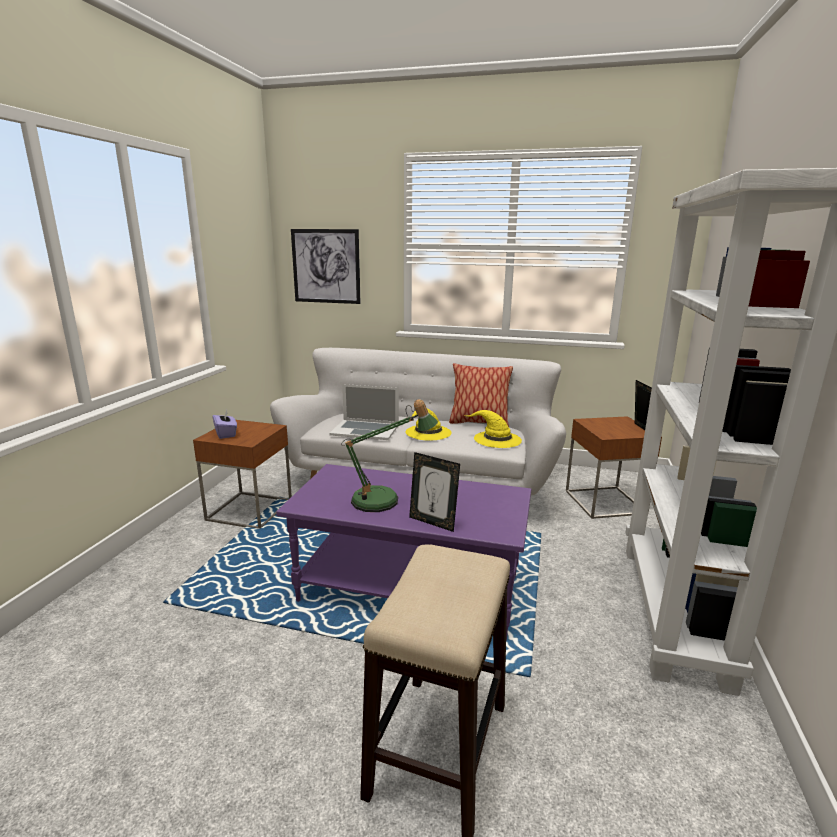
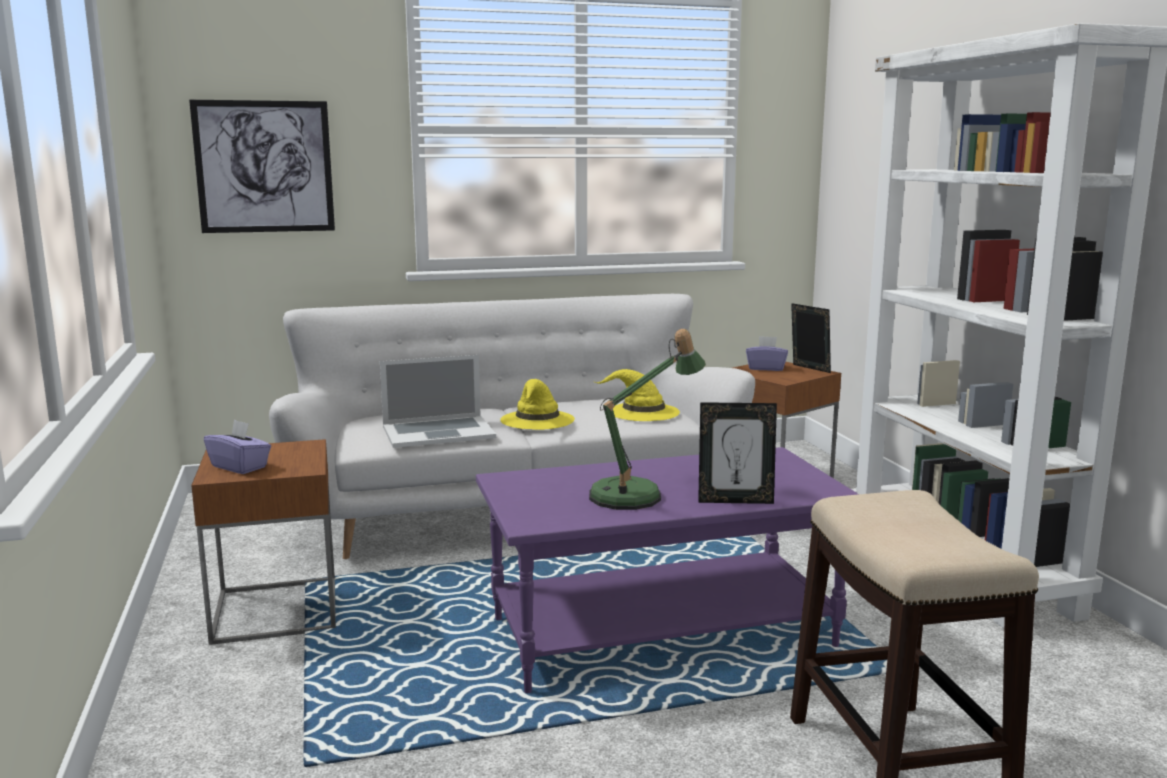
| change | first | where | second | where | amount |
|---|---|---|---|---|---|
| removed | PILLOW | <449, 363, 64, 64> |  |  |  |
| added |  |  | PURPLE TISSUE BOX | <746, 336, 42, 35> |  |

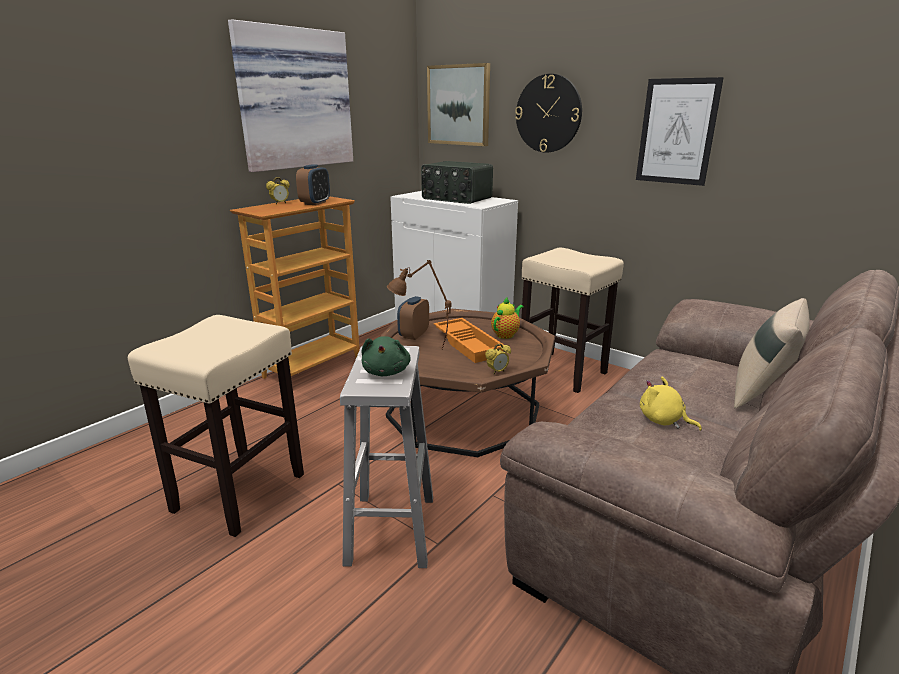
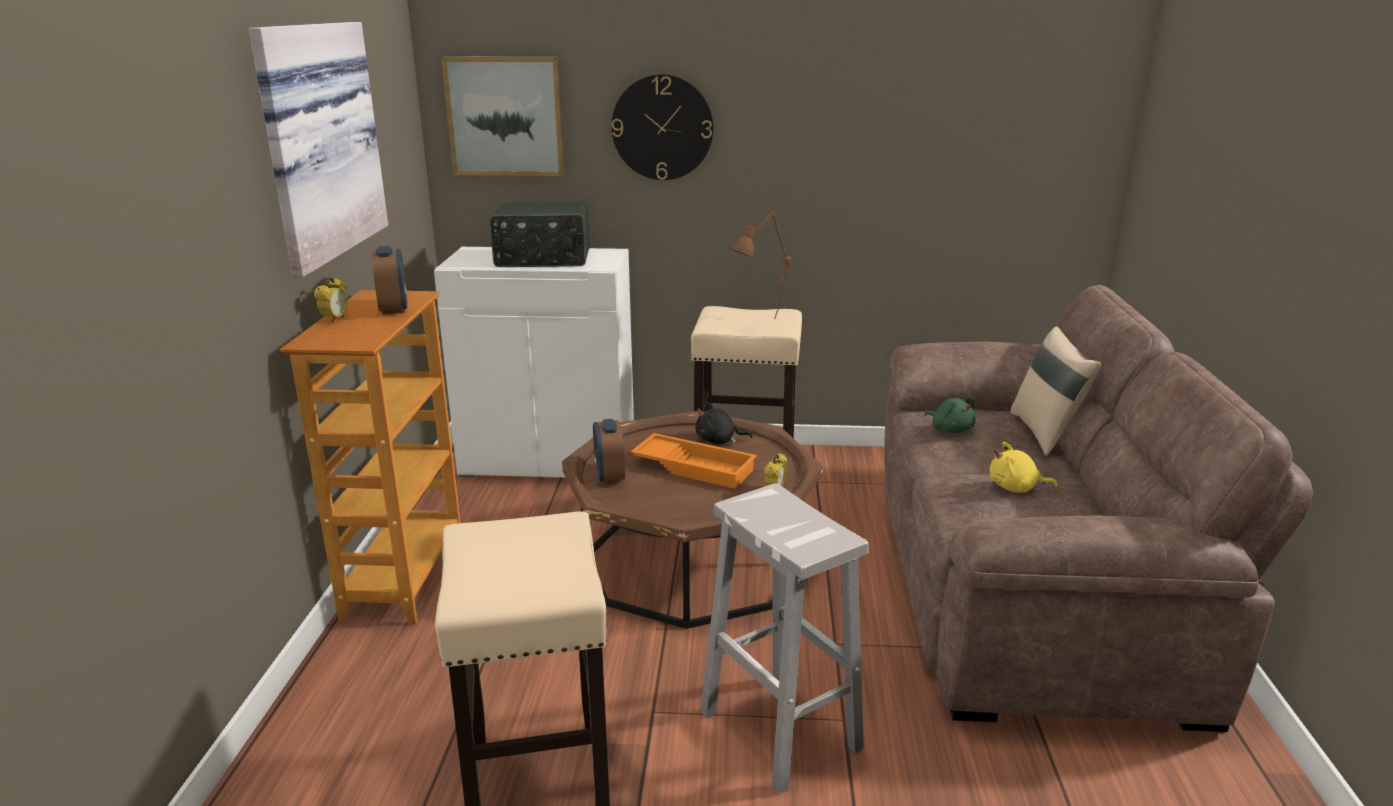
| change | first | where | second | where | amount |
|---|---|---|---|---|---|
| moved | GREEN PLUSH TOY | <362, 336, 49, 40> |  | <925, 397, 51, 36> |  |
| moved | BROWN TABLE LAMP | <387, 260, 64, 90> |  | <731, 211, 60, 108> |  |
| replaced | TEAPOT | <491, 298, 33, 41> | BLACK PLUSH TOY | <696, 402, 56, 42> |  |
| removed | PICTURE | <636, 77, 88, 109> |  |  |  |

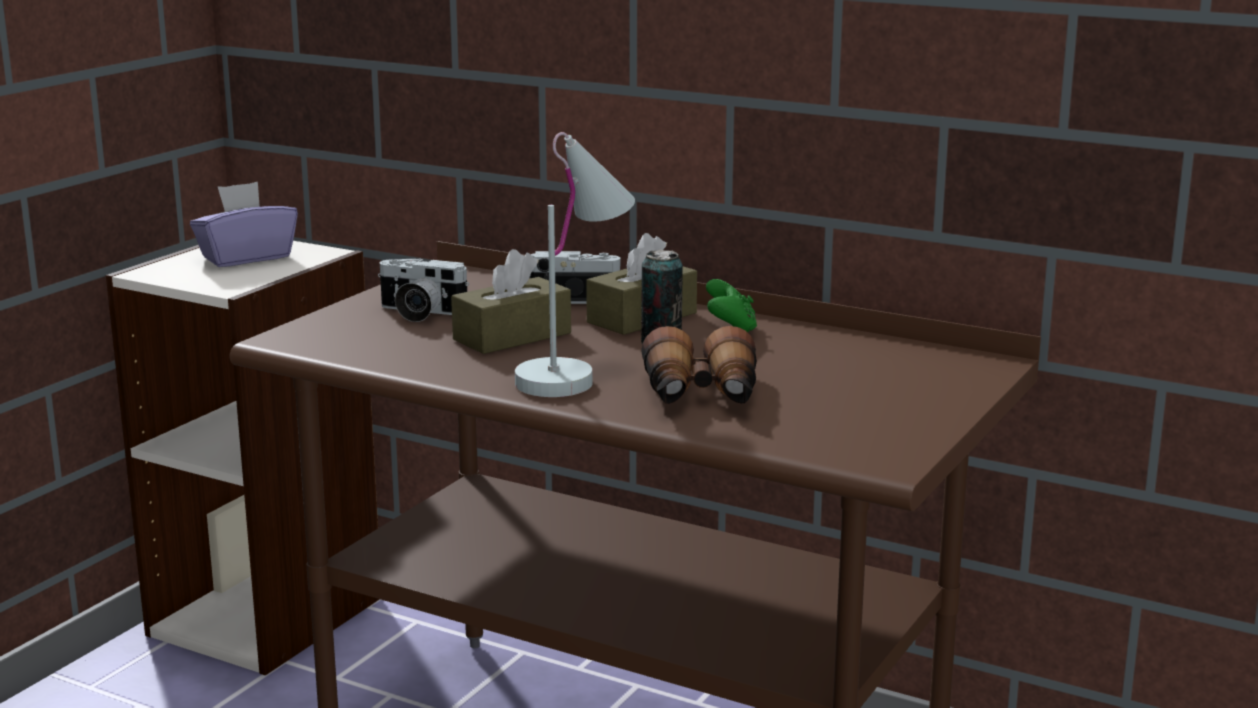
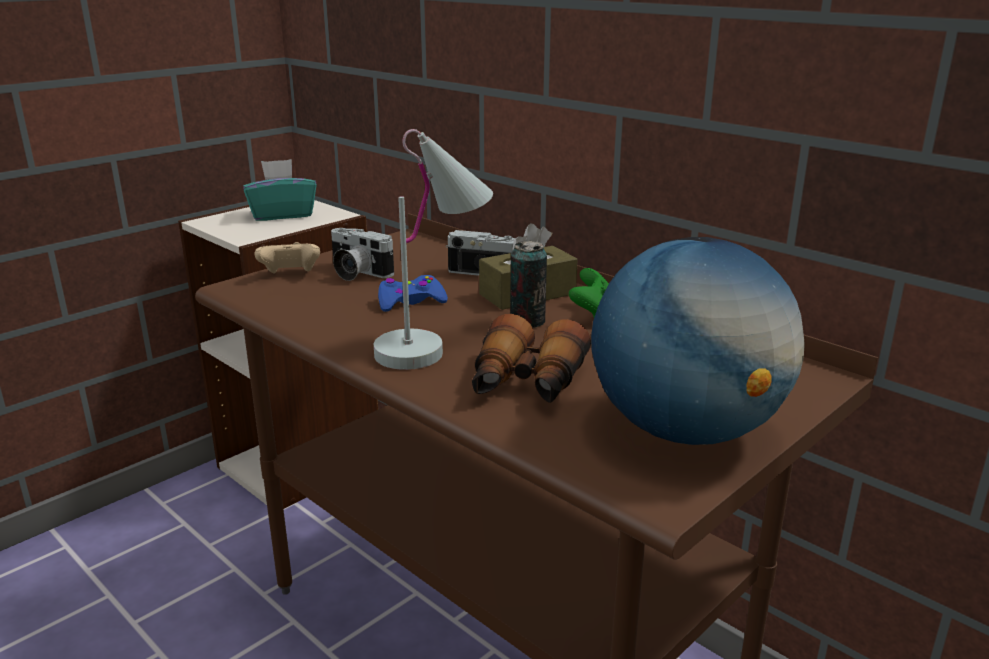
| change | first | where | second | where | amount |
|---|---|---|---|---|---|
| recoloured | PURPLE TISSUE BOX | <190, 182, 108, 85> | TURQUOISE TISSUE BOX | <243, 159, 74, 62> |  |
| replaced | BROWN TISSUE BOX | <451, 249, 120, 105> | BLUE GAME CONTROLLER | <378, 275, 70, 37> |  |
| added |  |  | BEIGE GAME CONTROLLER | <254, 242, 66, 31> |  |
| added |  |  | GLOBE | <591, 237, 214, 208> |  |

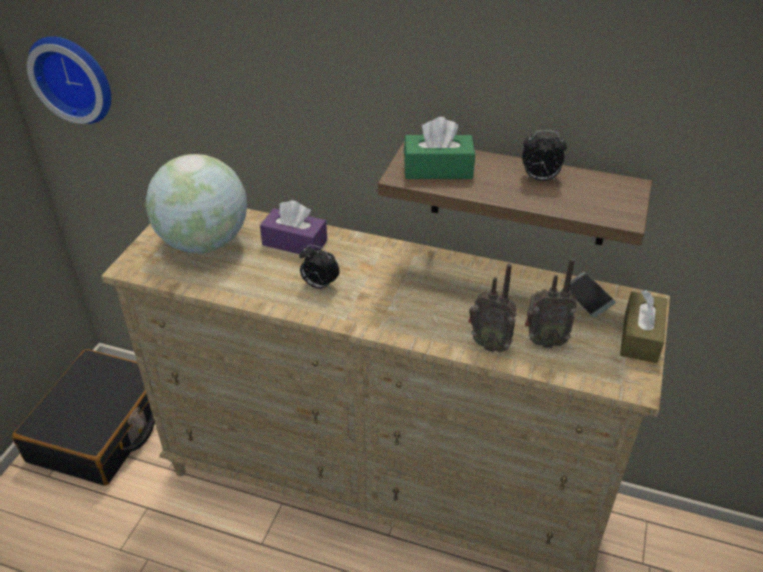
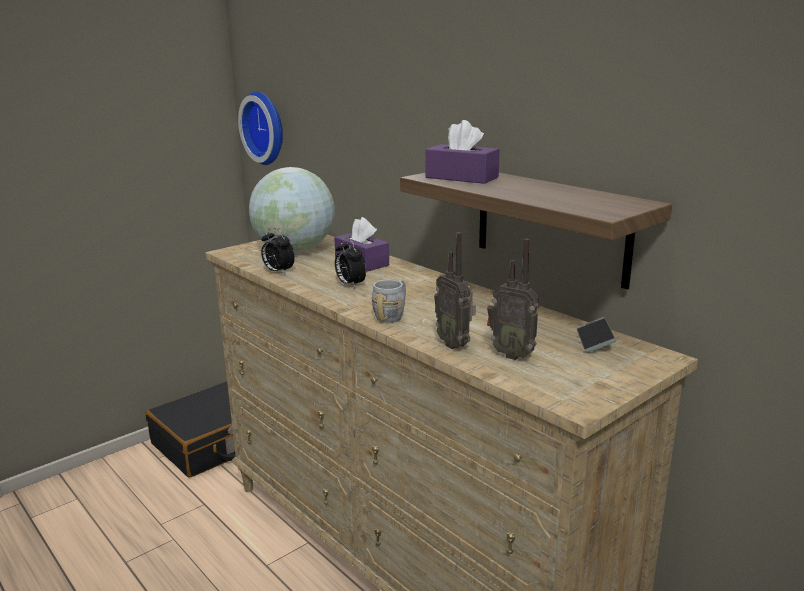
| change | first | where | second | where | amount |
|---|---|---|---|---|---|
| recoloured | GREEN TISSUE BOX | <404, 117, 71, 62> | PURPLE TISSUE BOX | <425, 120, 75, 64> |  |
| moved | ALARM CLOCK | <522, 130, 45, 51> |  | <261, 228, 34, 47> |  |
| removed | BROWN TISSUE BOX | <620, 290, 47, 73> |  |  |  |
| added |  |  | GREY MUG | <372, 279, 34, 44> |  |

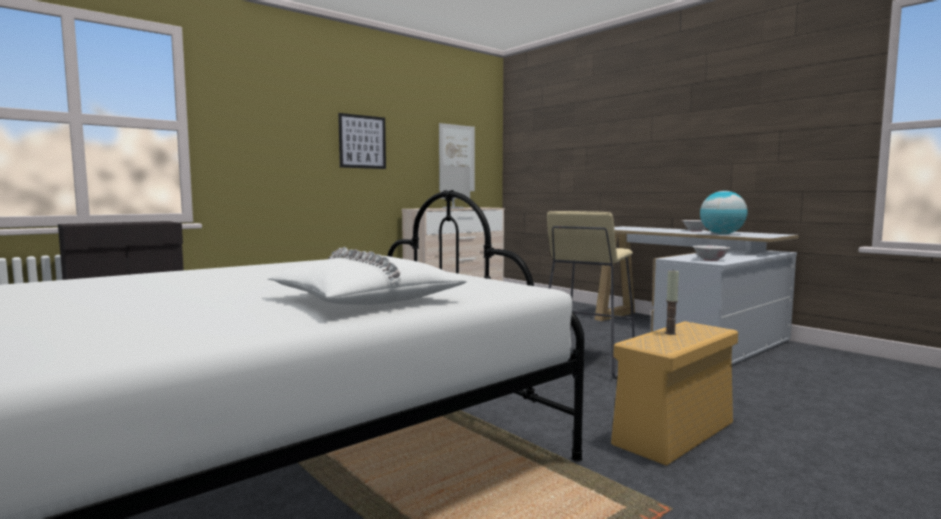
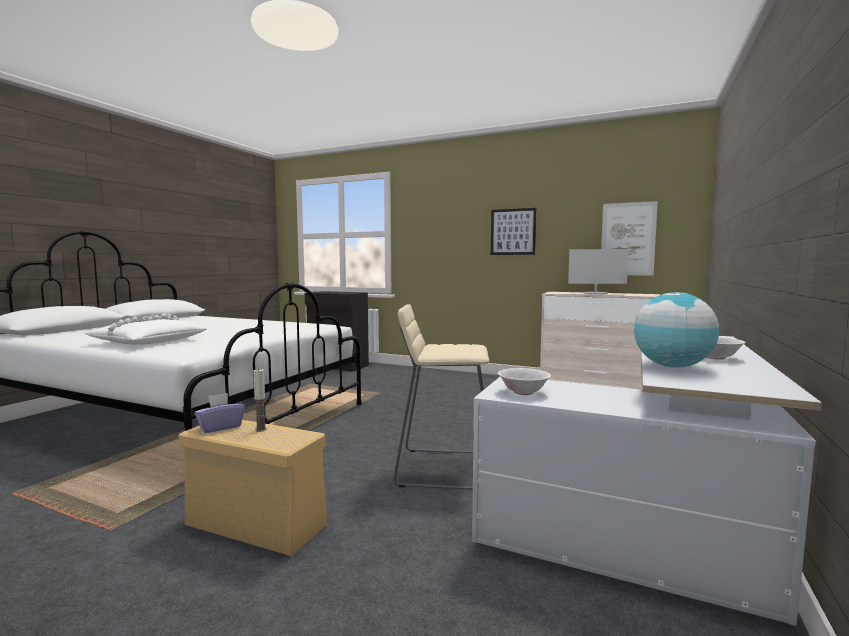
| change | first | where | second | where | amount |
|---|---|---|---|---|---|
| added |  |  | PURPLE TISSUE BOX | <195, 393, 50, 40> |  |

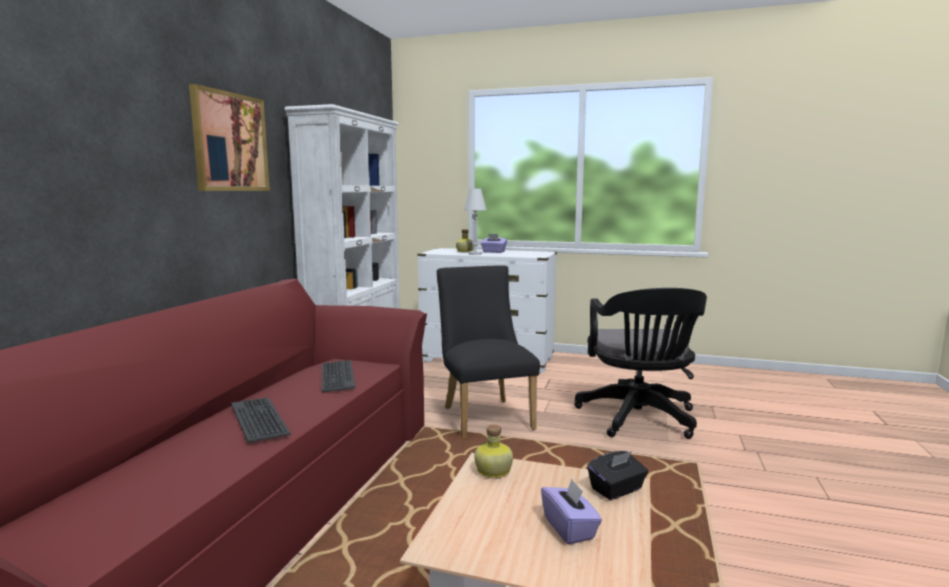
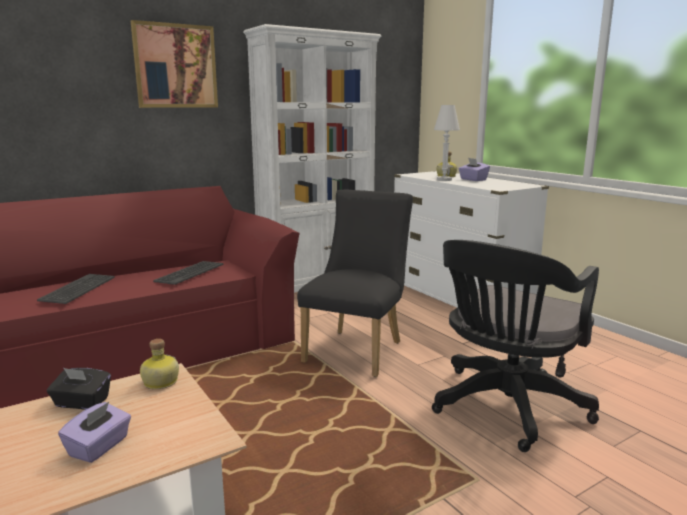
| change | first | where | second | where | amount |
|---|---|---|---|---|---|
| moved | BLACK TISSUE BOX | <587, 451, 61, 49> |  | <47, 368, 64, 42> |  |

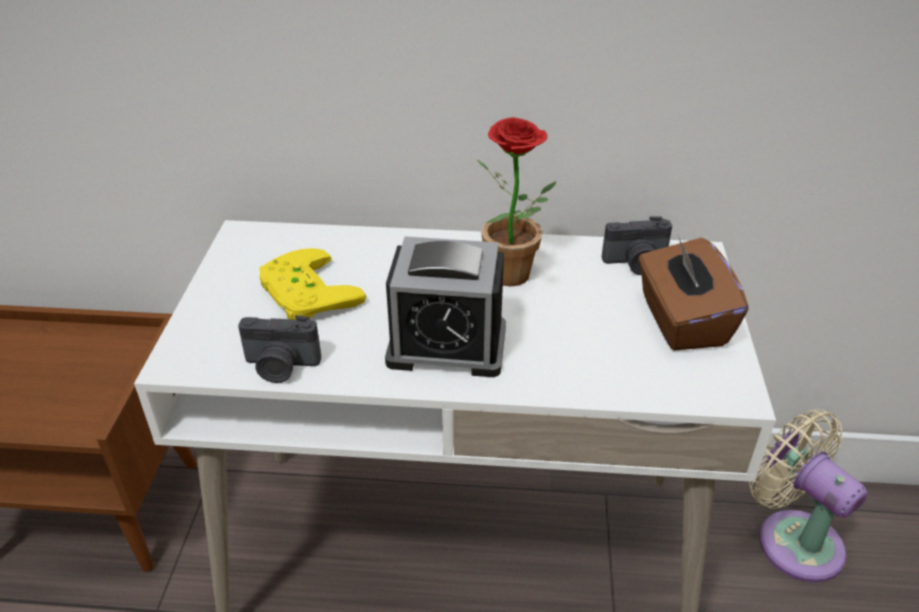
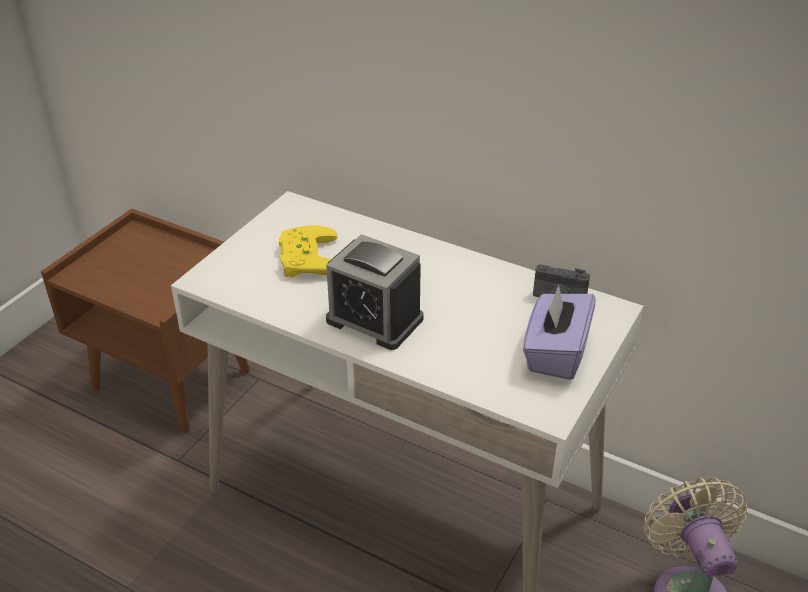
| change | first | where | second | where | amount |
|---|---|---|---|---|---|
| removed | PHOTO CAMERA | <238, 315, 83, 68> |  |  |  |
| removed | POTTED PLANT | <477, 117, 79, 170> |  |  |  |
| recoloured | BROWN TISSUE BOX | <638, 235, 110, 116> | PURPLE TISSUE BOX | <523, 285, 72, 95> |  |

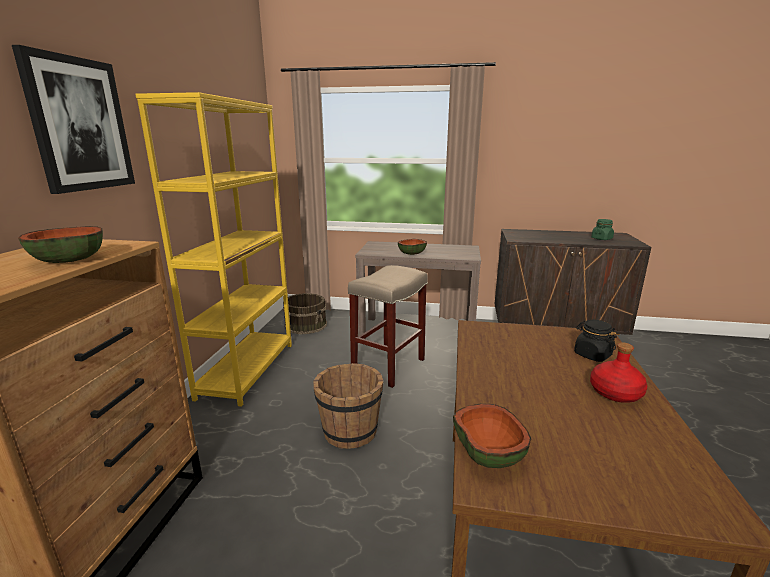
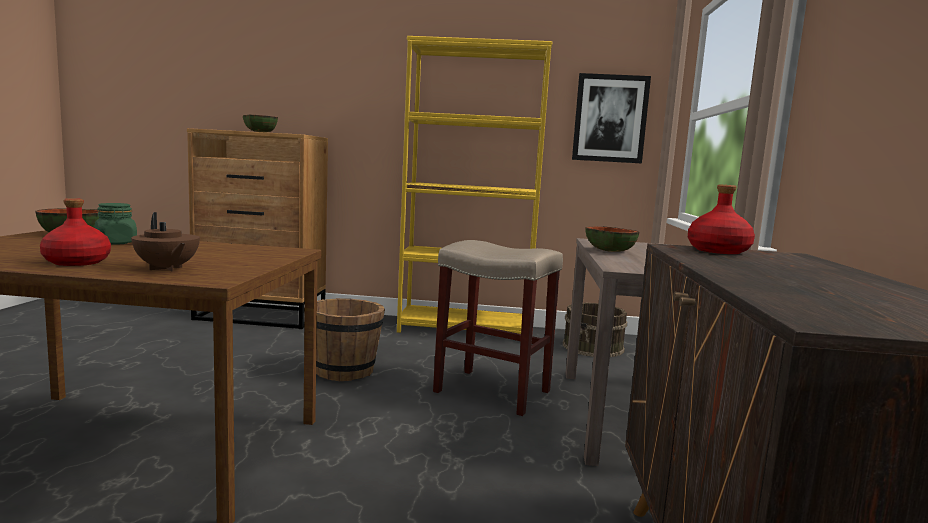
| change | first | where | second | where | amount |
|---|---|---|---|---|---|
| moved | PICTURE | <12, 45, 123, 149> |  | <572, 73, 79, 90> |  |
| replaced | BLACK JAR | <574, 320, 43, 42> | BROWN TEAPOT | <131, 212, 69, 60> |  |
| moved | GREEN JAR | <591, 219, 23, 21> |  | <95, 203, 42, 42> |  |
| added |  |  | RED BOTTLE | <688, 184, 67, 70> |  |

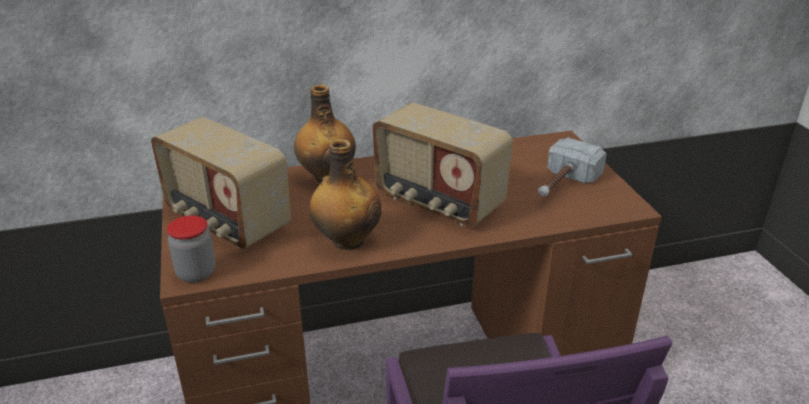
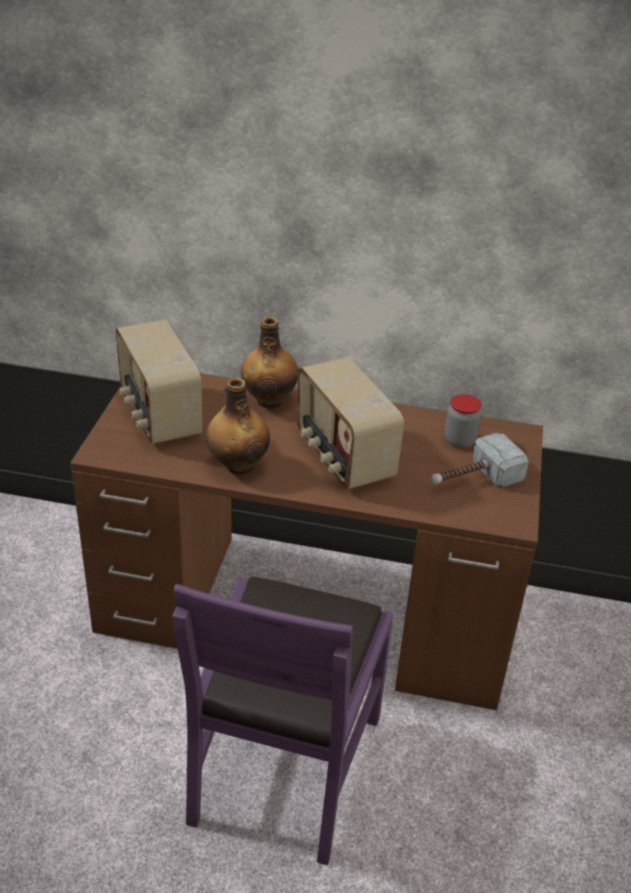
| change | first | where | second | where | amount |
|---|---|---|---|---|---|
| moved | JAR | <167, 215, 49, 68> |  | <445, 394, 37, 54> |  |

